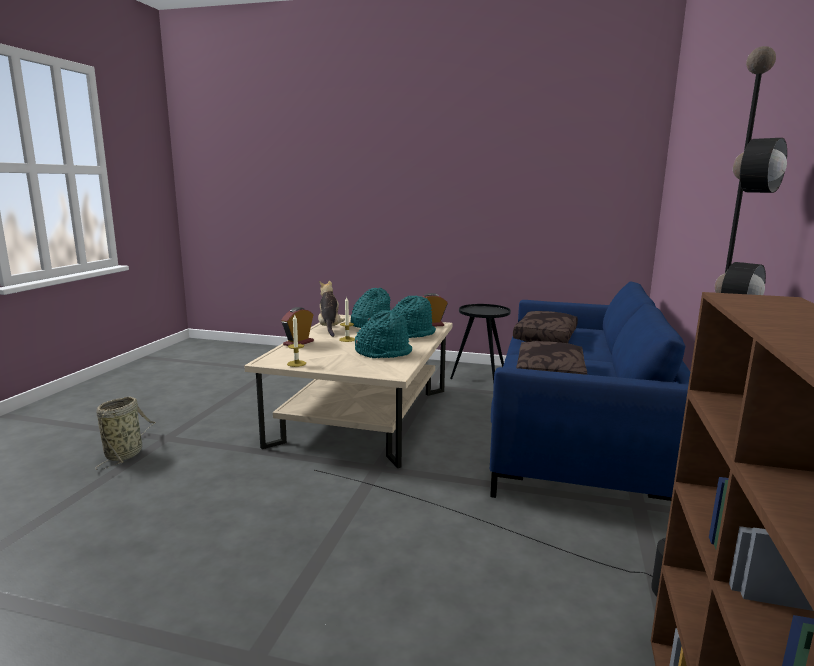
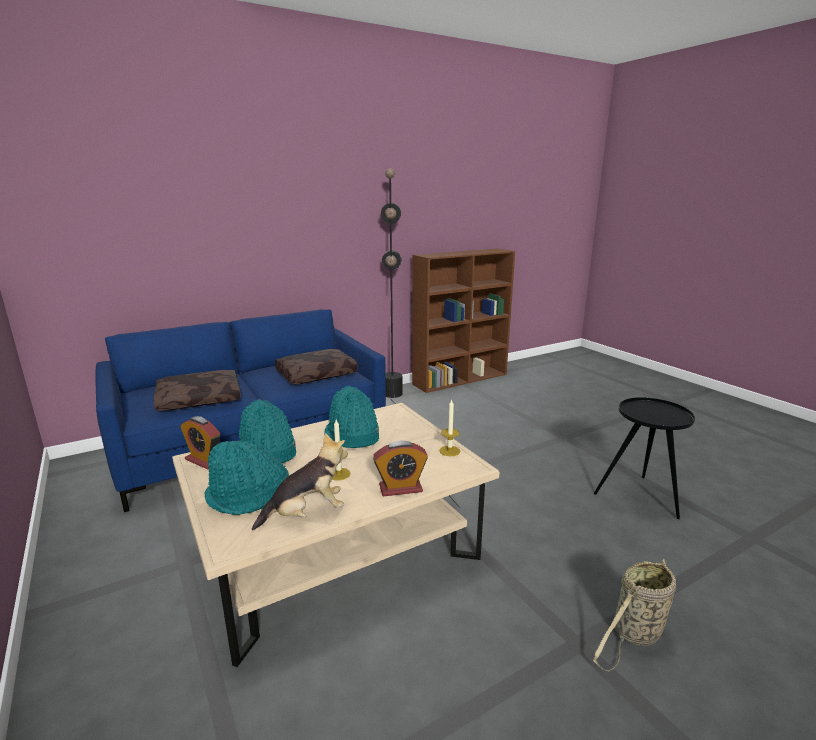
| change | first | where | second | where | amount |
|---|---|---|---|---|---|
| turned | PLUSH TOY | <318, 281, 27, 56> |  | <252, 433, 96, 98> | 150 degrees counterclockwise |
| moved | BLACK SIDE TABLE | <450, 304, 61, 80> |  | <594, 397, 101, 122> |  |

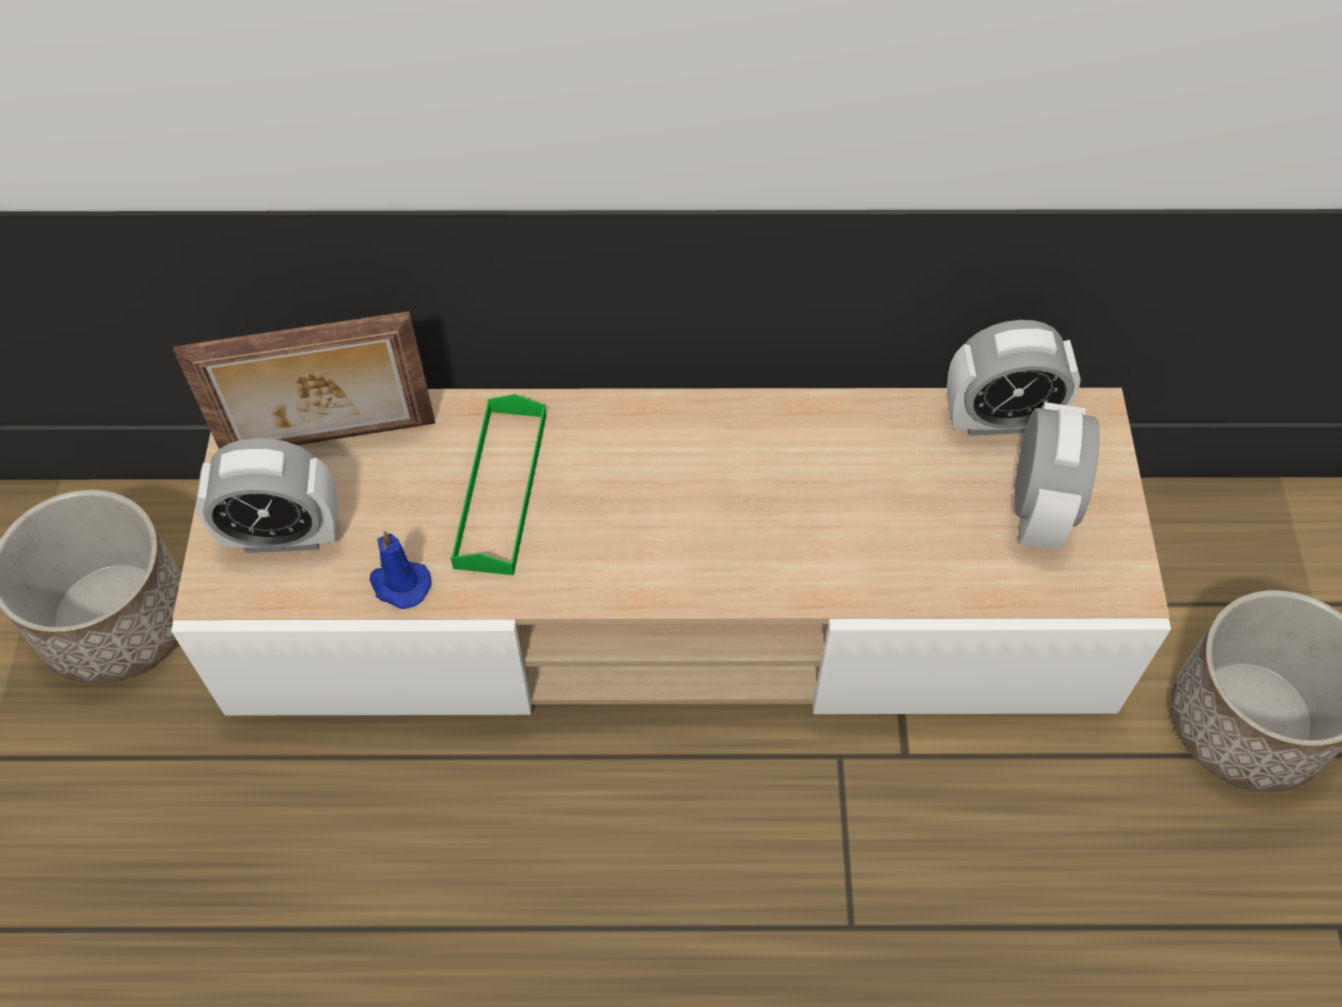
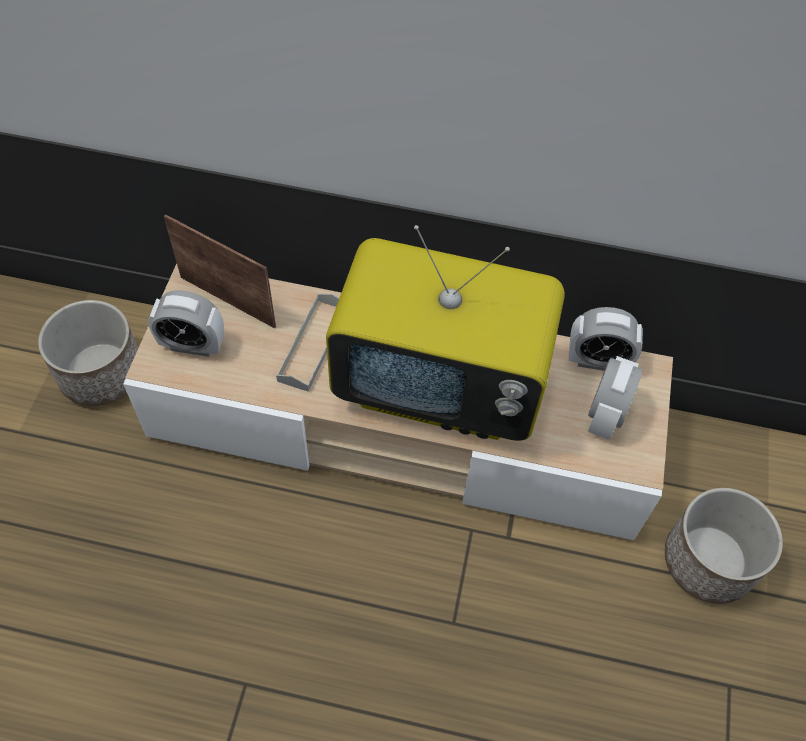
| change | first | where | second | where | amount |
|---|---|---|---|---|---|
| turned | PICTURE FRAME | <173, 311, 262, 138> |  | <164, 214, 112, 114> | 150 degrees counterclockwise |
| removed | BLUE CANDLE | <370, 531, 62, 78> |  |  |  |
| recoloured | GREEN TRAY | <451, 394, 95, 181> | GREY TRAY | <276, 294, 63, 98> |  |
| added |  |  | TELEVISION | <326, 225, 239, 216> |  |

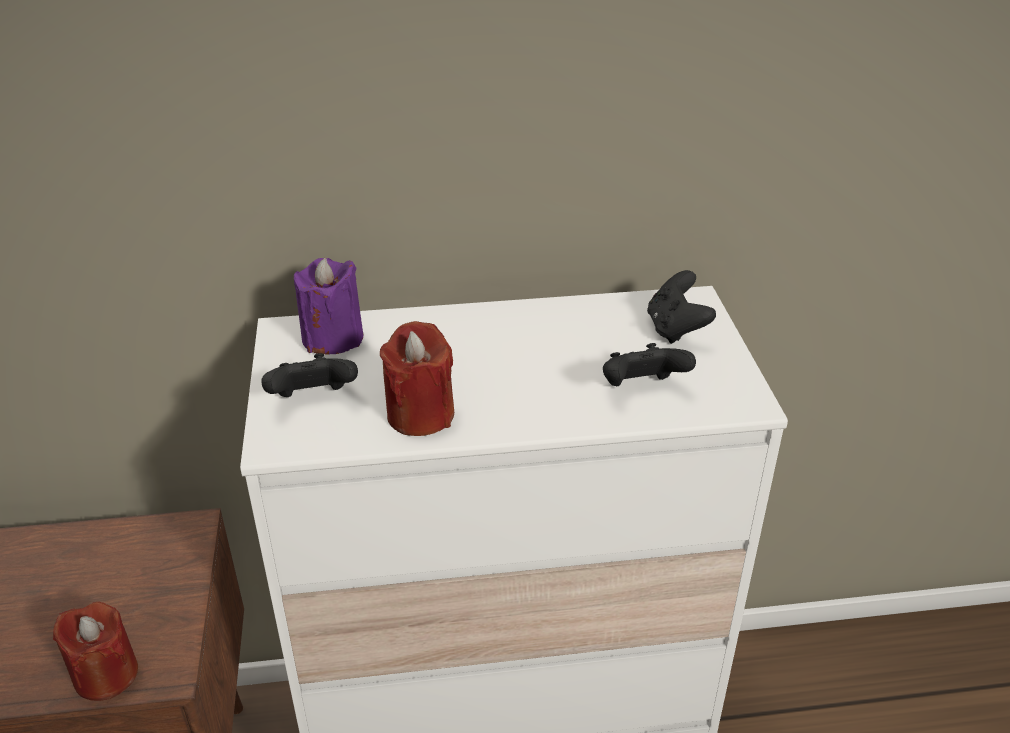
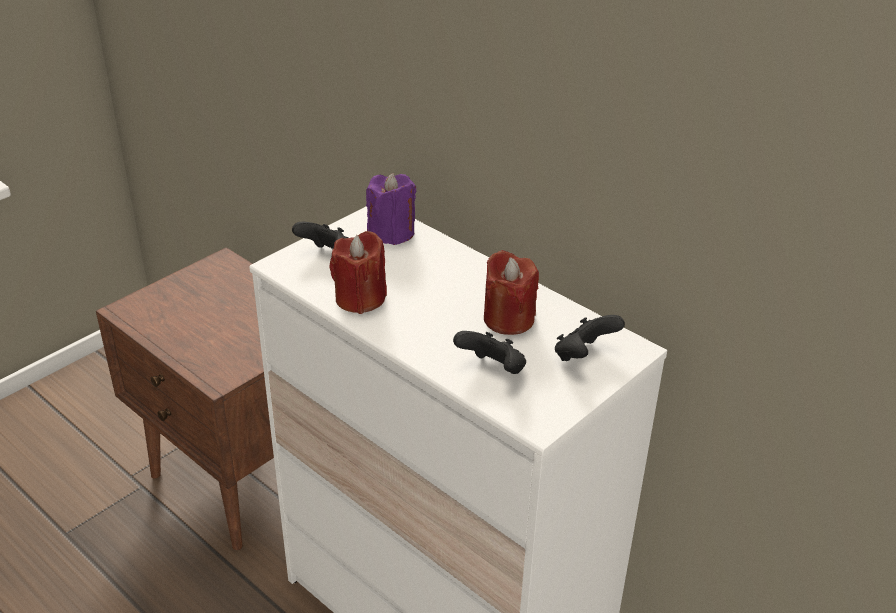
| change | first | where | second | where | amount |
|---|---|---|---|---|---|
| moved | RED CANDLE | <53, 602, 85, 99> |  | <484, 250, 55, 85> |  |

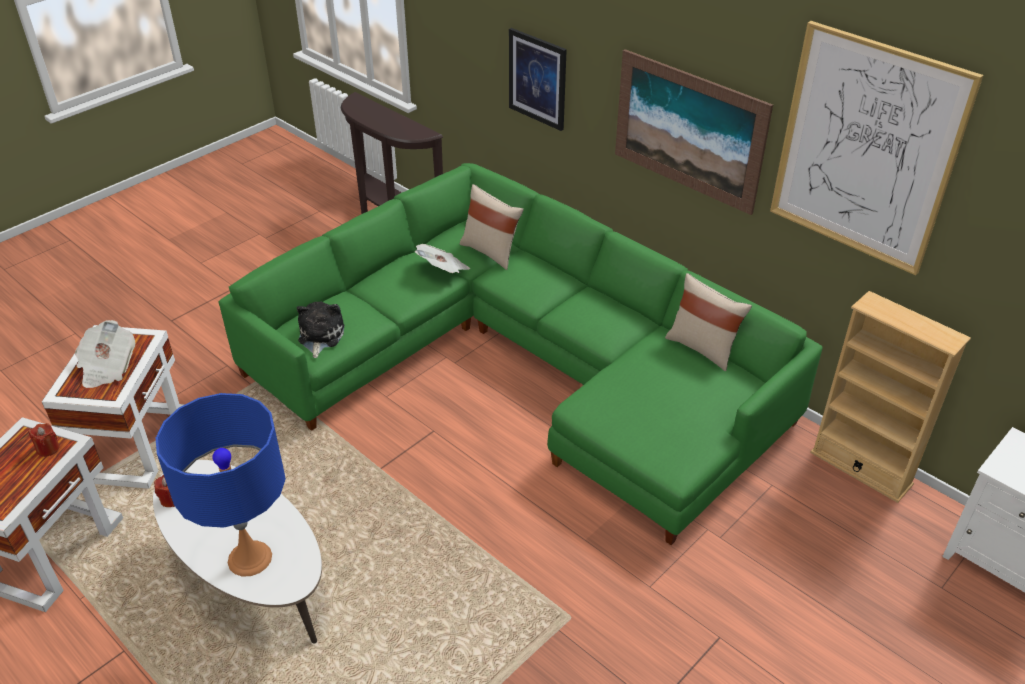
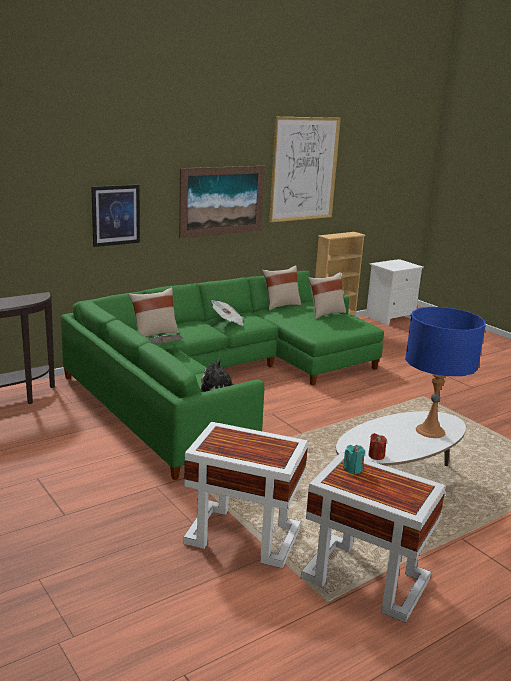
| change | first | where | second | where | amount |
|---|---|---|---|---|---|
| recoloured | RED CANDLE | <28, 423, 32, 34> | TURQUOISE CANDLE | <343, 445, 22, 29> |  |
| moved | NEWSPAPER | <75, 320, 60, 68> |  | <211, 300, 32, 26> |  |
| added |  |  | BEIGE PILLOW | <308, 272, 38, 47> |  |

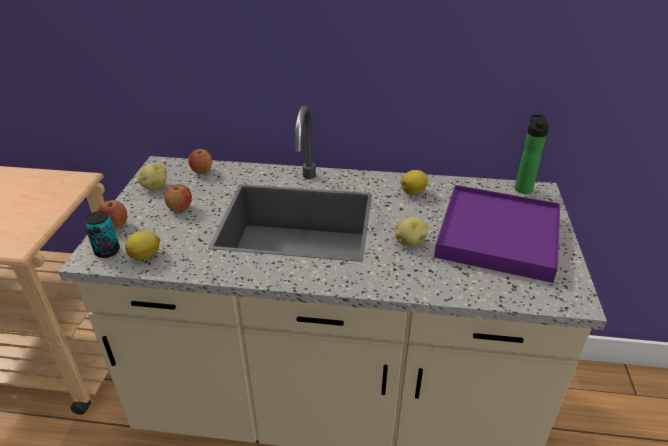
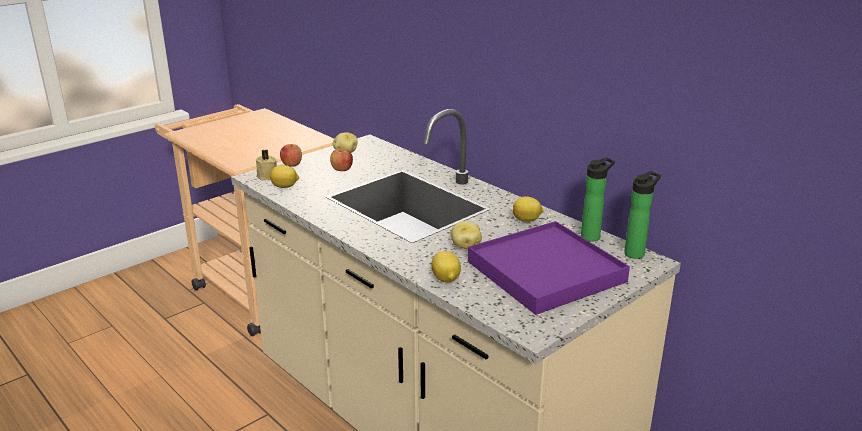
| change | first | where | second | where | amount |
|---|---|---|---|---|---|
| replaced | CAN | <85, 211, 35, 47> | BEIGE CANDLE | <256, 149, 21, 32> |  |
| removed | APPLE | <188, 149, 24, 25> |  |  |  |
| added |  |  | LEMON | <431, 251, 30, 32> |  |
| added |  |  | BOTTLE | <581, 157, 34, 85> |  |

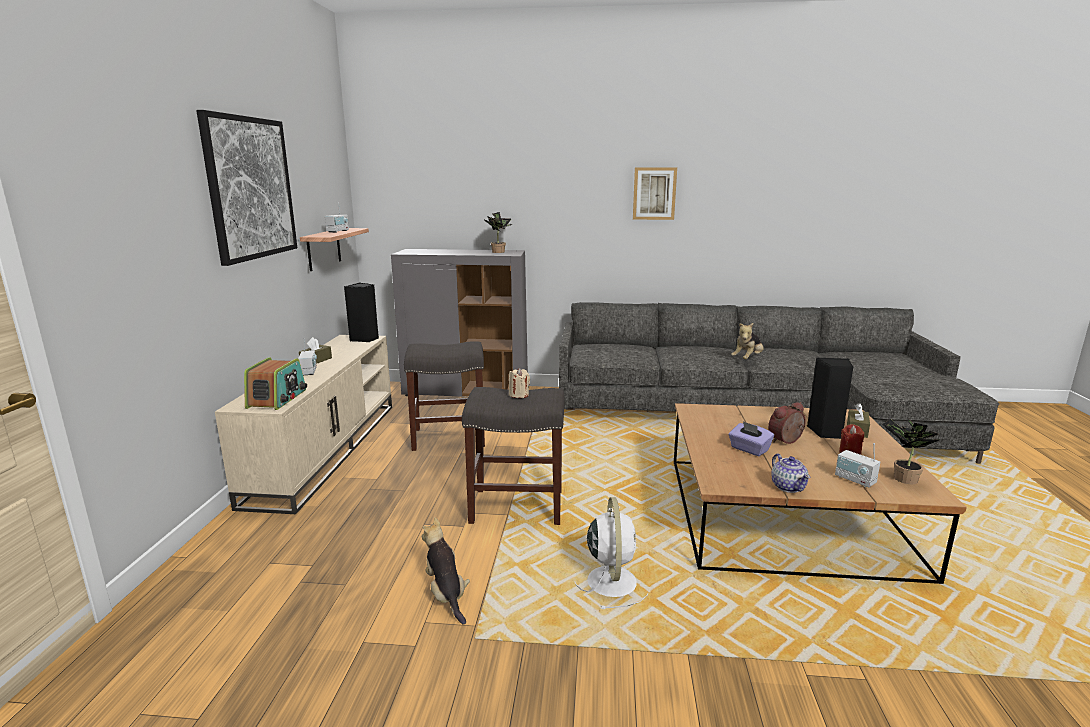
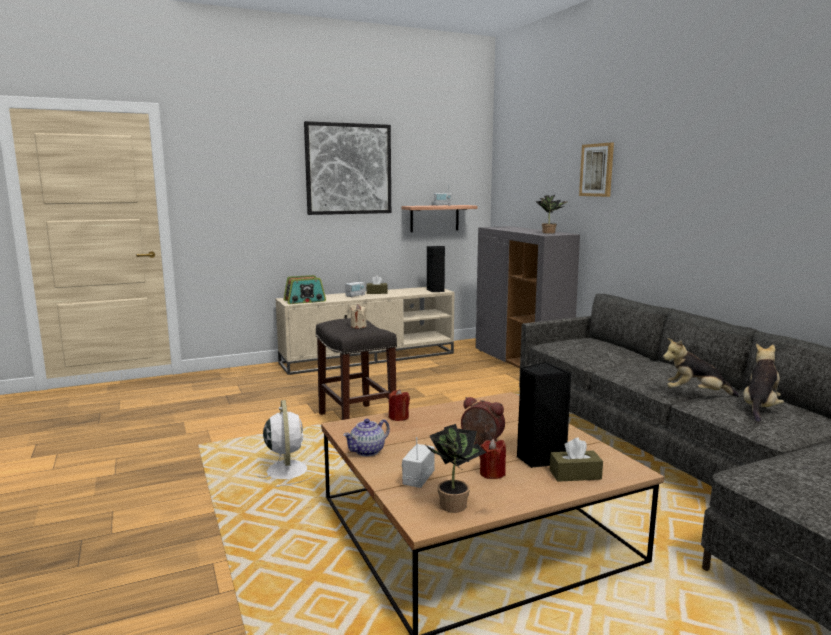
| change | first | where | second | where | amount |
|---|---|---|---|---|---|
| removed | GREY STOOL | <404, 341, 81, 110> |  |  |  |
| moved | PLUSH TOY | <422, 518, 48, 107> |  | <743, 343, 41, 80> |  |
| turned | WHITE FAN | <574, 497, 74, 112> |  | <256, 400, 60, 87> | 75 degrees counterclockwise |
| moved | PICTURE | <633, 167, 44, 53> |  | <579, 143, 35, 54> |  |
| removed | PURPLE TISSUE BOX | <729, 421, 45, 35> |  |  |  |
| added |  |  | RED CANDLE | <388, 389, 22, 32> |  |

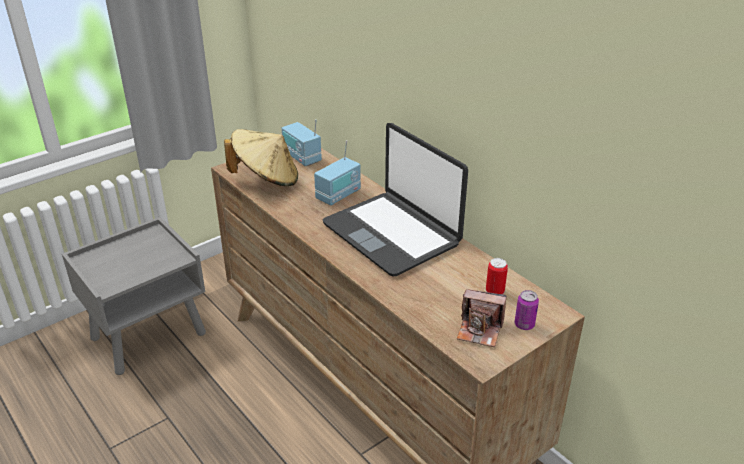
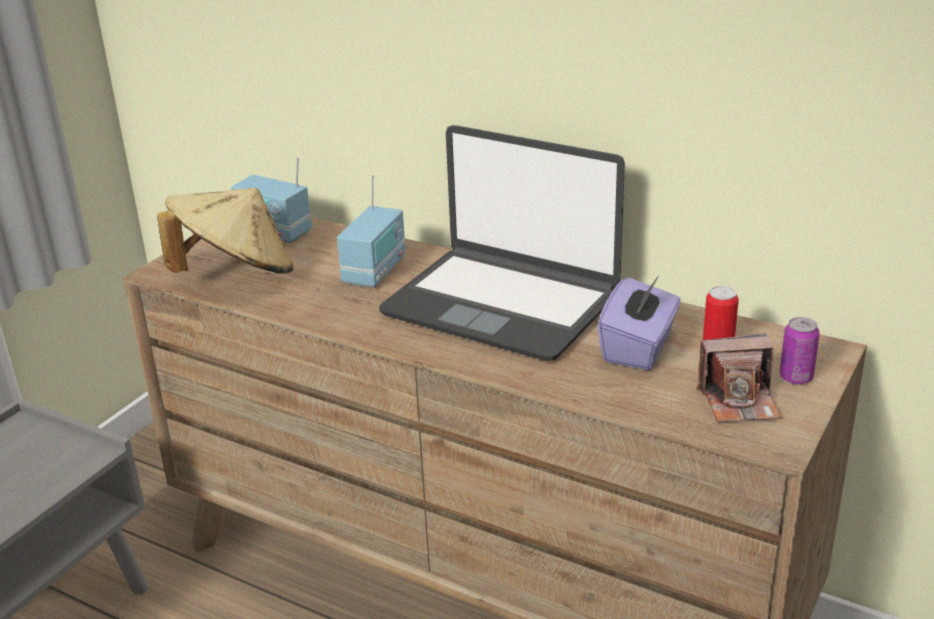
| change | first | where | second | where | amount |
|---|---|---|---|---|---|
| added |  |  | PURPLE TISSUE BOX | <597, 276, 84, 94> |  |

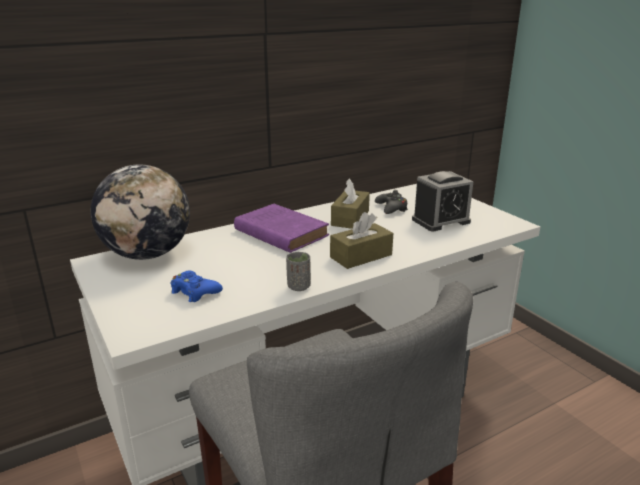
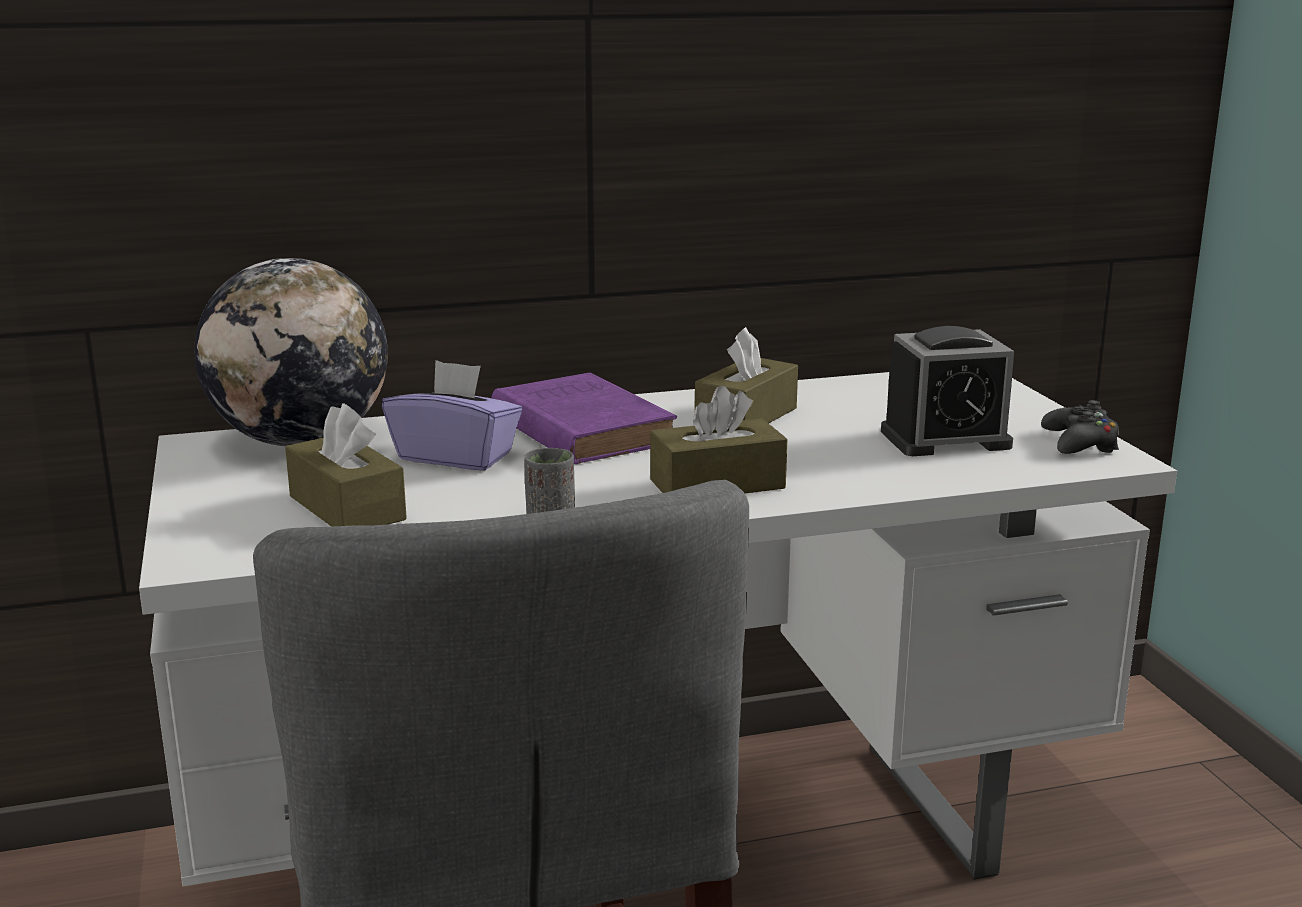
| change | first | where | second | where | amount |
|---|---|---|---|---|---|
| replaced | BLUE GAME CONTROLLER | <171, 271, 52, 31> | BROWN TISSUE BOX | <285, 403, 122, 124> |  |
| moved | BLACK GAME CONTROLLER | <375, 190, 33, 24> |  | <1041, 400, 78, 54> |  |
| added |  |  | PURPLE TISSUE BOX | <382, 360, 140, 110> |  |

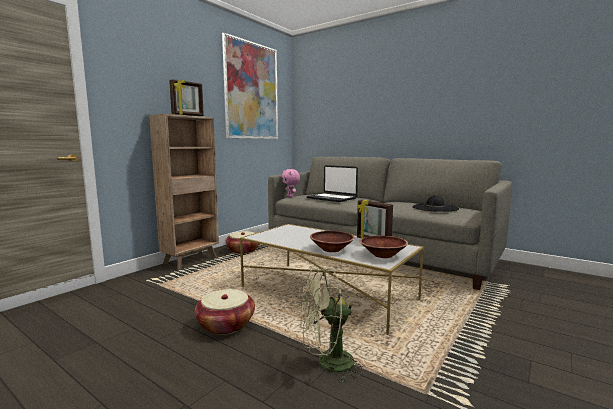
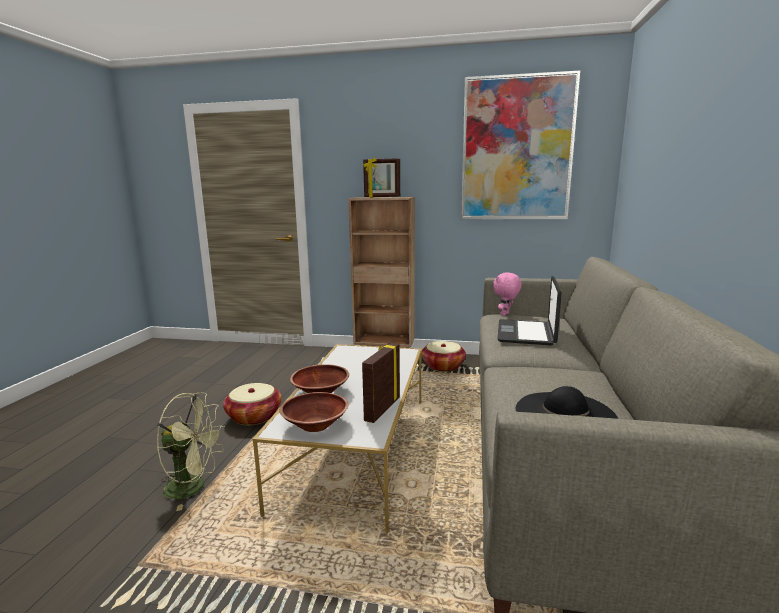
| change | first | where | second | where | amount |
|---|---|---|---|---|---|
| turned | GREEN FAN | <300, 268, 63, 115> |  | <157, 392, 68, 119> | 135 degrees clockwise |

